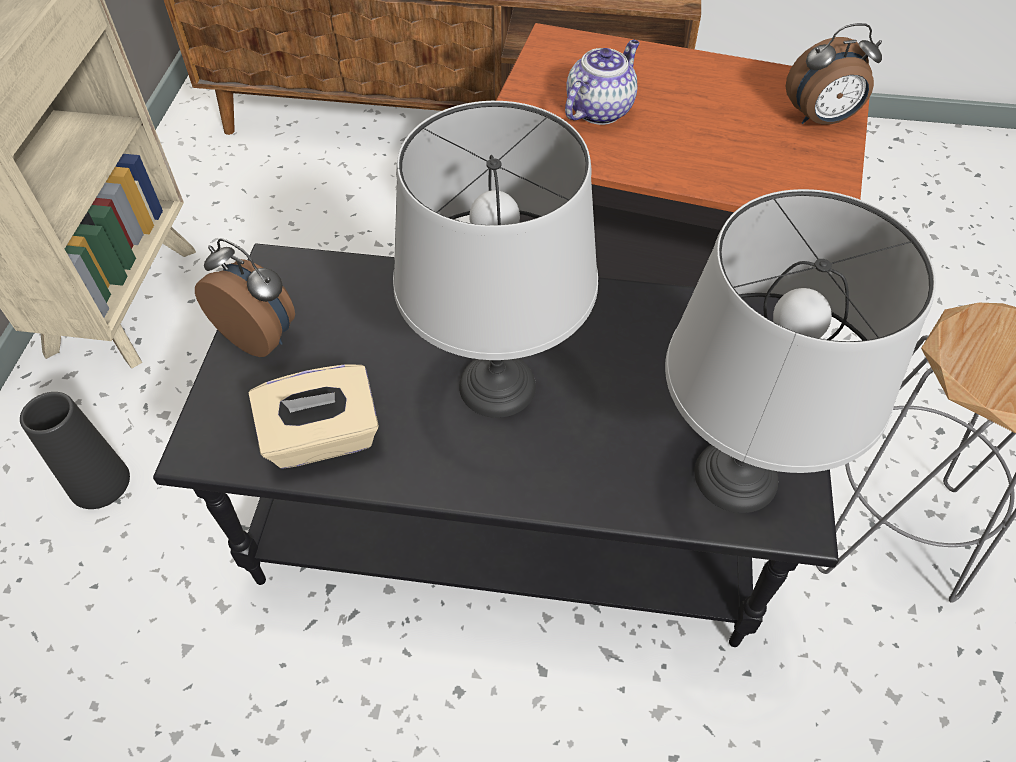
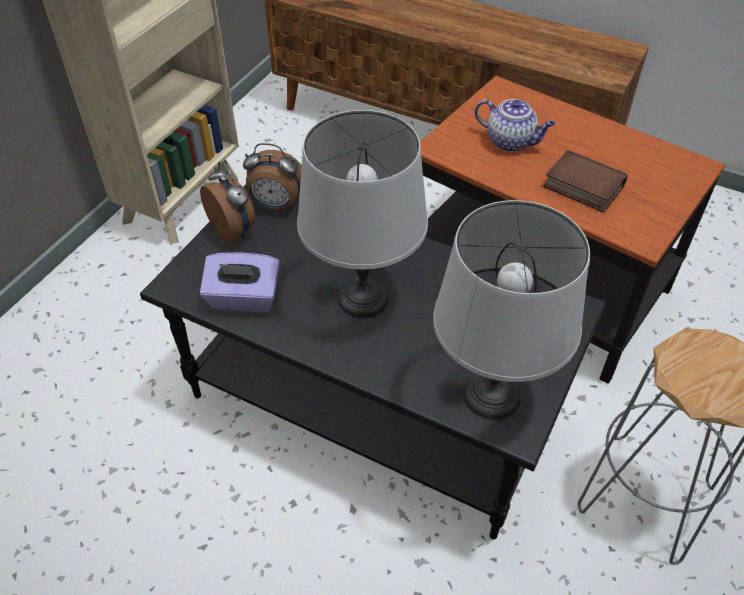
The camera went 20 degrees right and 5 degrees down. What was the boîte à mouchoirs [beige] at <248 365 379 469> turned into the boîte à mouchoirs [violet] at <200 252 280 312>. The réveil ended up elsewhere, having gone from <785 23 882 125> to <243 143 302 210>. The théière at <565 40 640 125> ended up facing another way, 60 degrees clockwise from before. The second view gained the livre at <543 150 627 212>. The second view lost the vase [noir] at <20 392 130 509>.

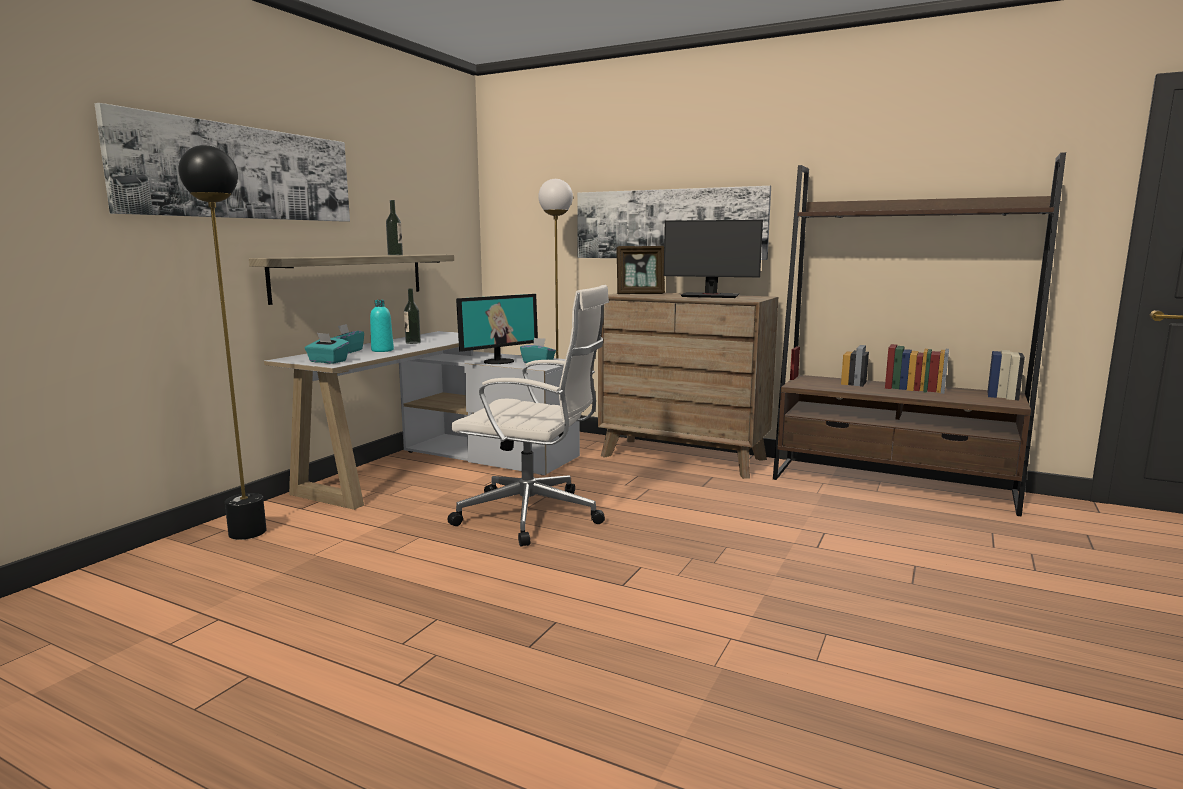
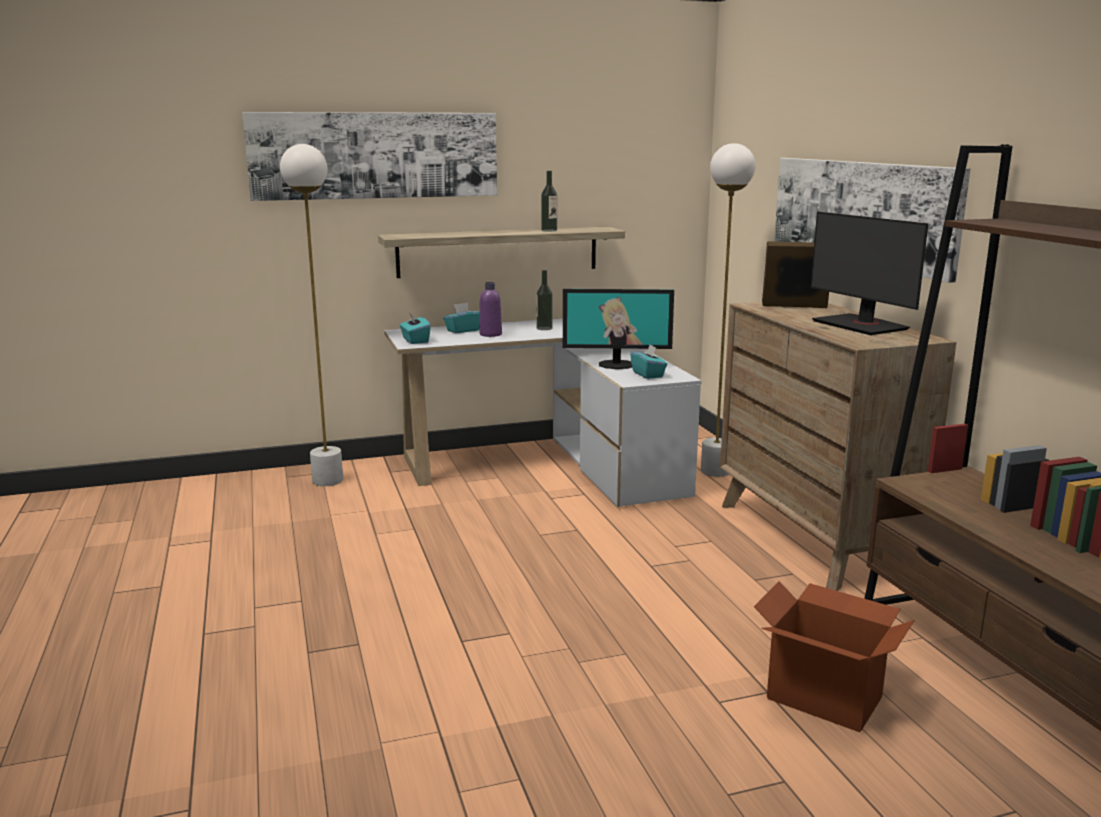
The camera went 45 degrees right and 5 degrees up. What was the lampadaire [noir] at <178 145 267 540> turned into the lampadaire [blanc] at <280 144 343 486>. What was the bouteille [turquoise] at <370 300 394 352> turned into the bouteille [violet] at <479 282 502 337>. The second view gained the carton at <754 581 915 732>. The cadre photo at <616 246 665 294> ended up facing another way, 150 degrees clockwise from before. The second view lost the chaise de bureau [blanc] at <447 285 609 547>.

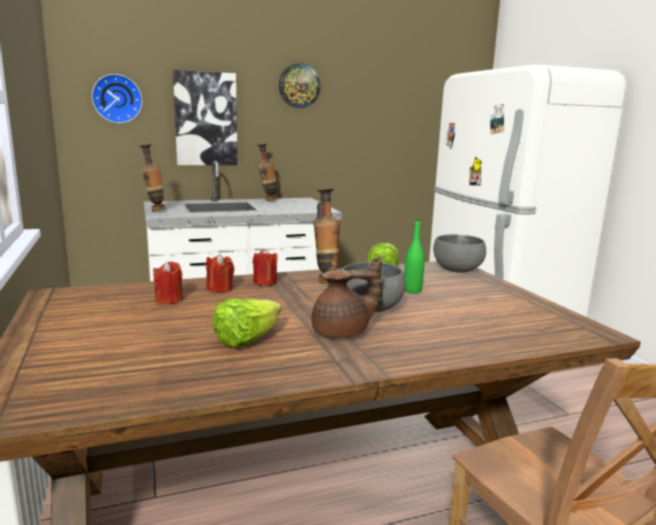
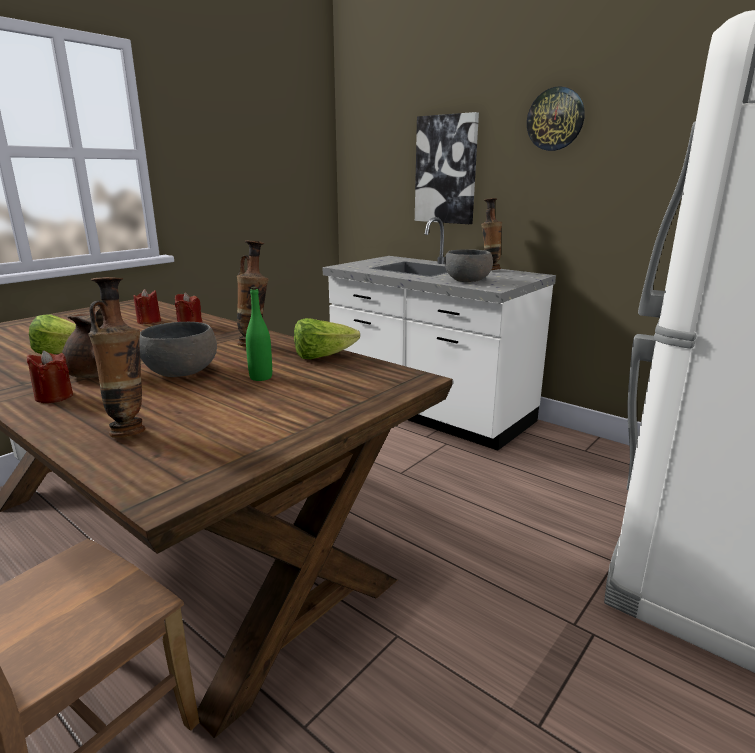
The camera went 60 degrees right and 5 degrees up. The bougie [rouge] ended up elsewhere, having gone from <253 249 277 286> to <27 350 73 403>. The vase ended up elsewhere, having gone from <139 144 166 211> to <89 277 145 438>. The bol [gris] ended up elsewhere, having gone from <433 234 486 273> to <445 249 493 282>. The second view lost the horloge murale at <92 74 142 123>.

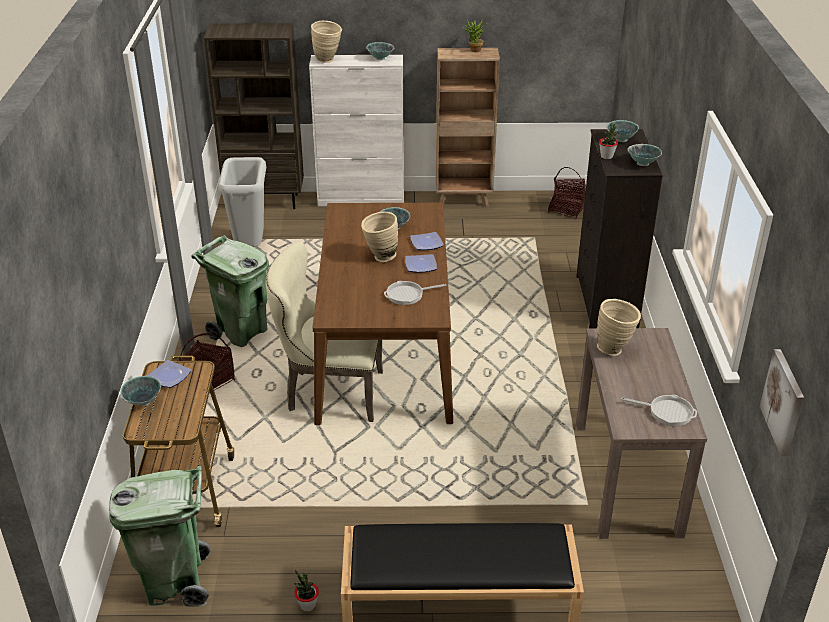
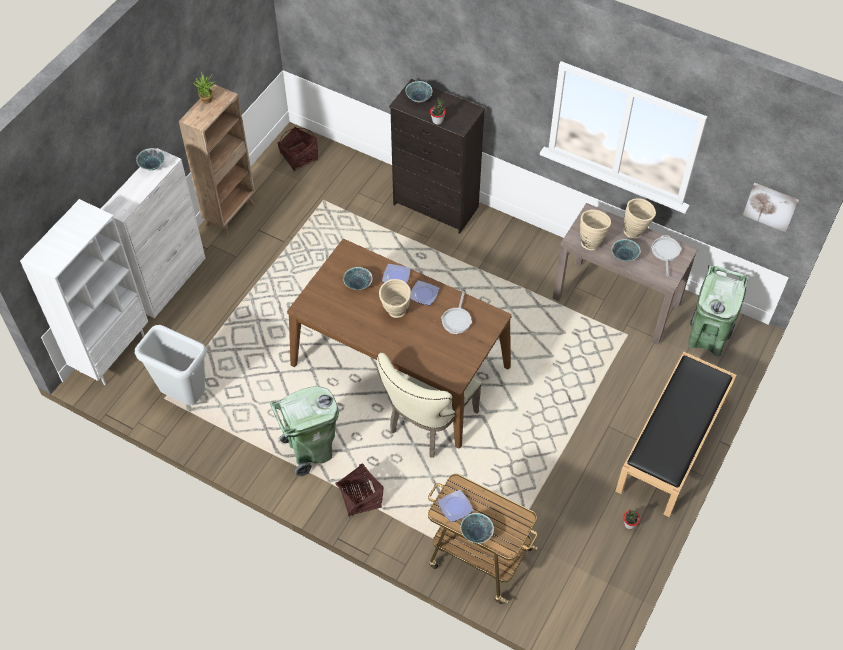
The camera went 60 degrees left and 20 degrees up. What was the bibliothèque [marron] at <204 23 304 209> turned into the bibliothèque [blanc] at <20 199 148 385>. The bol ended up elsewhere, having gone from <628 144 662 166> to <611 239 640 262>. The vase [beige] ended up elsewhere, having gone from <311 21 342 63> to <624 198 656 238>. The poêle at <621 395 697 426> ended up facing another way, 45 degrees counterclockwise from before. The poubelle [vert] ended up elsewhere, having gone from <109 466 211 607> to <688 265 749 356>.

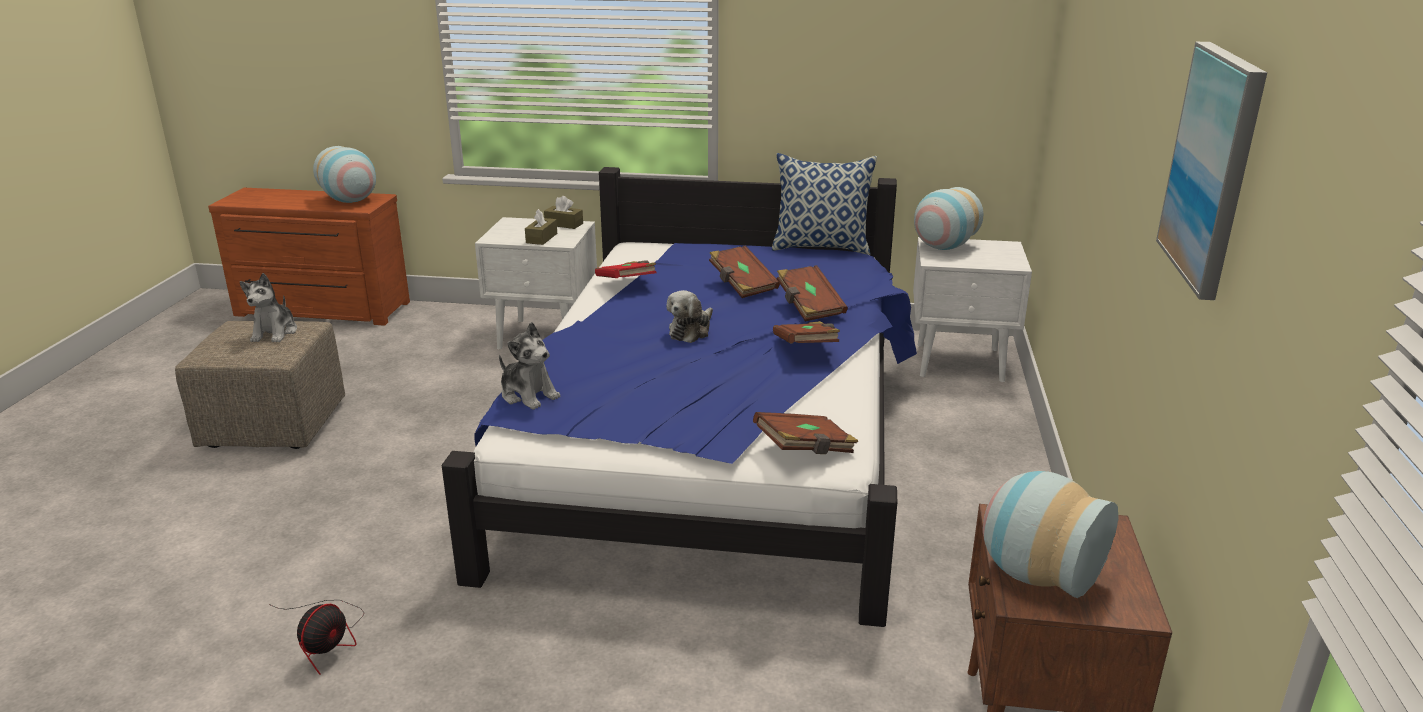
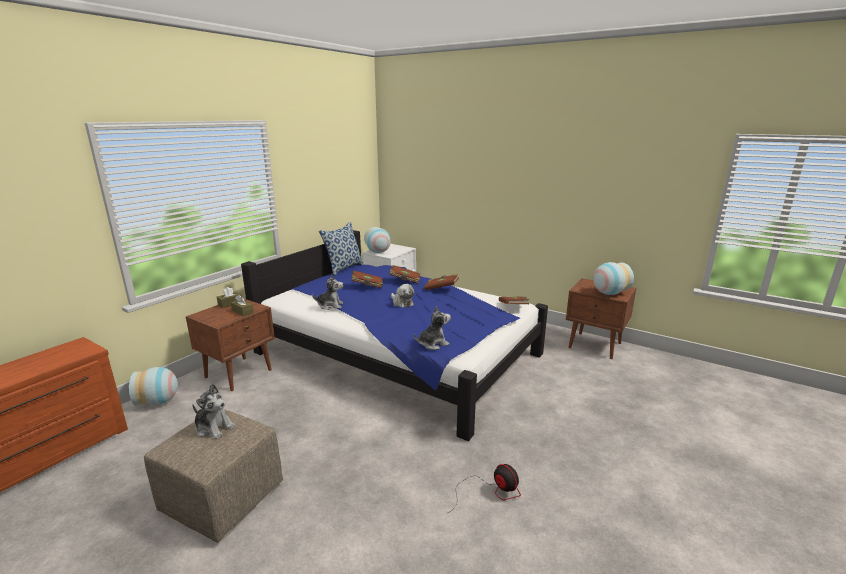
The camera went 65 degrees left and 5 degrees down. The vase ended up elsewhere, having gone from <313 146 376 203> to <129 367 178 405>. What was the table de chevet [blanc] at <475 217 597 349> turned into the table de chevet [marron] at <186 299 275 391>. Where the livre [rouge] stood at <595 260 657 278>, the peluche came to stand at <312 274 344 310>. The second view lost the tableau at <1156 42 1267 300>.

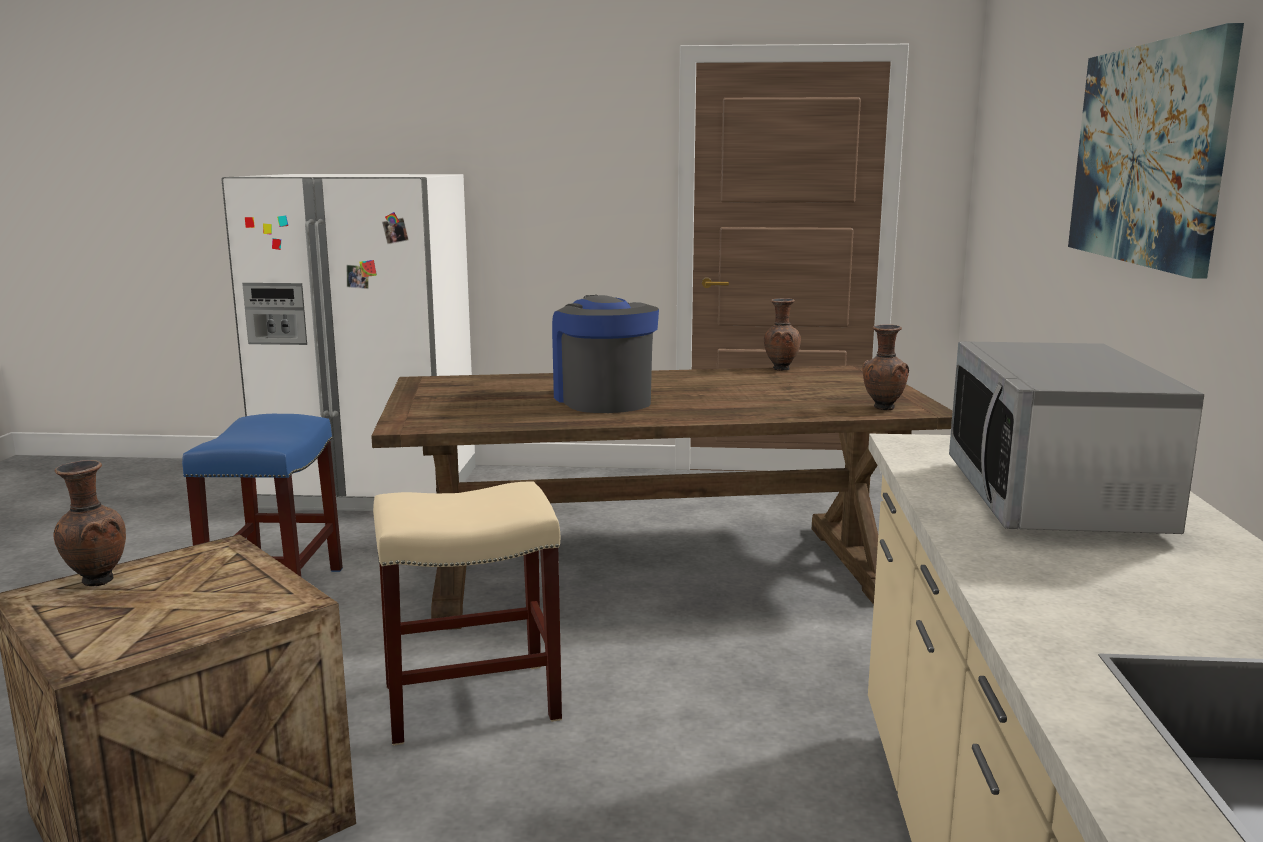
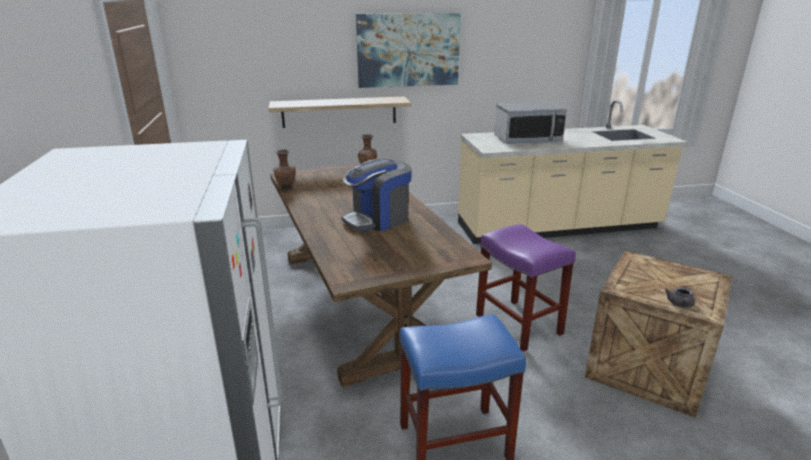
The camera went 105 degrees left and 10 degrees up. The second view gained the étagère at <268 96 411 128>. What was the tabouret [beige] at <373 481 562 745> turned into the tabouret [violet] at <476 224 576 352>. Where the vase [marron] stood at <54 460 126 586>, the théière [gris] came to stand at <665 287 695 308>.

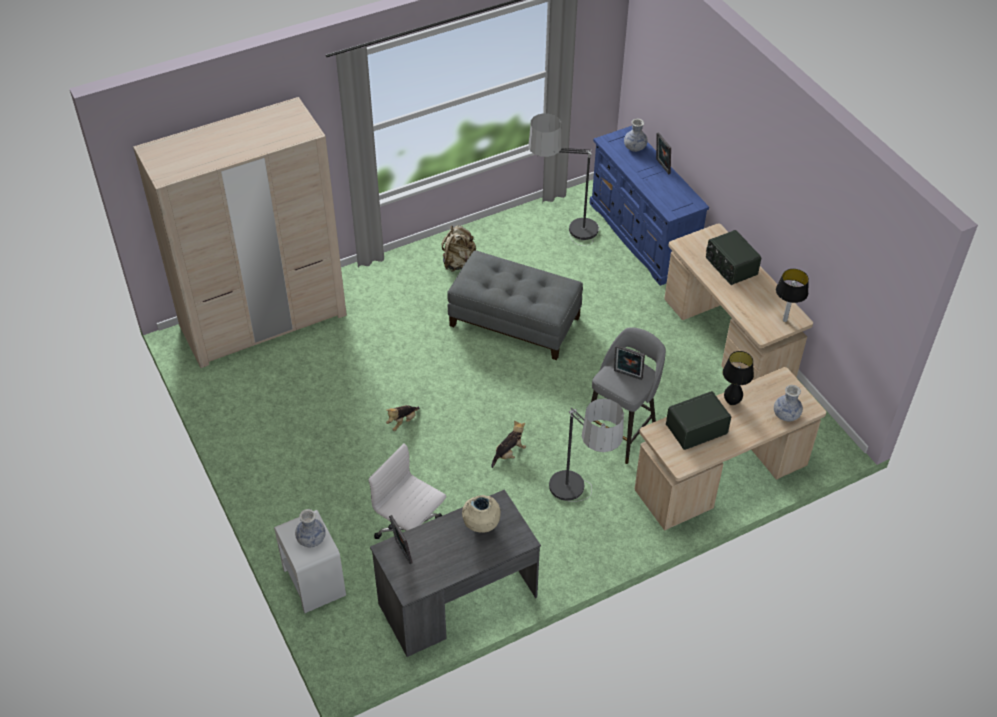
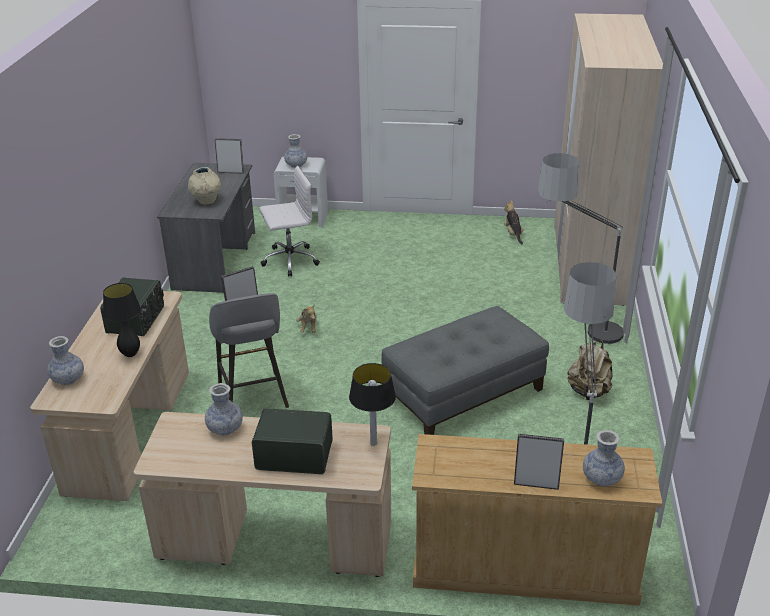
The camera went 125 degrees right and 15 degrees down. The second view gained the vase at <205 383 243 436>. The lampe de table ended up elsewhere, having gone from <776 269 809 322> to <349 363 396 446>. What was the commode [bleu] at <589 126 709 286> turned into the commode [beige] at <412 434 663 606>. The peluche ended up elsewhere, having gone from <386 405 419 431> to <504 200 525 244>. The lampadaire ended up elsewhere, having gone from <549 398 624 502> to <538 153 625 347>.

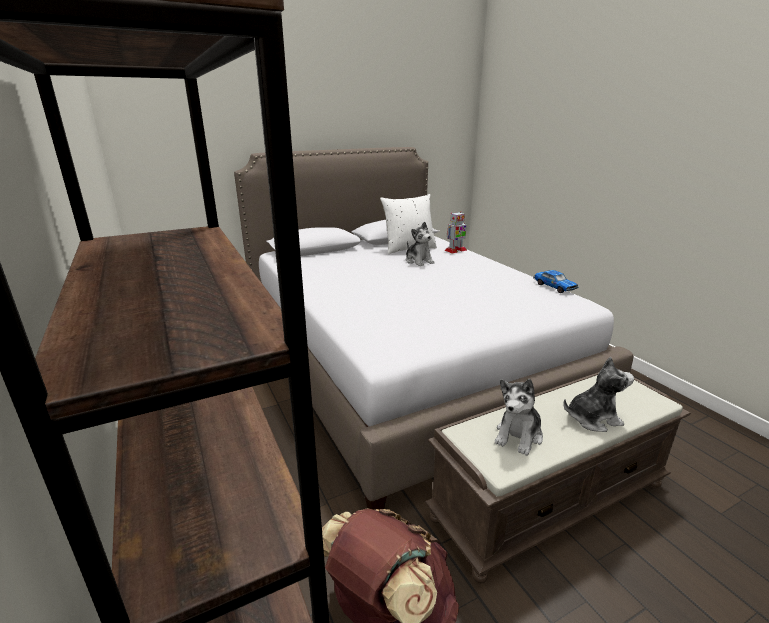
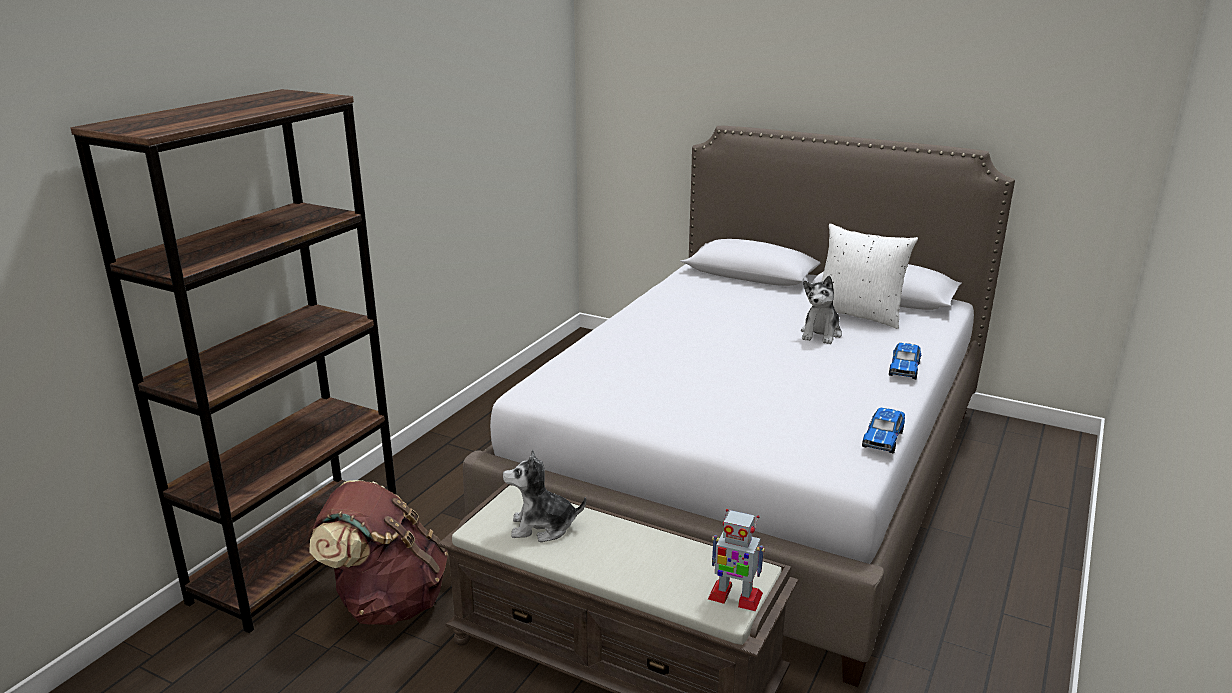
The camera went 55 degrees right and 0 degrees up. The robot jouet ended up elsewhere, having gone from <444 211 467 253> to <708 509 765 611>. The second view gained the petite voiture at <889 343 921 379>. The second view lost the peluche at <564 357 634 432>.

